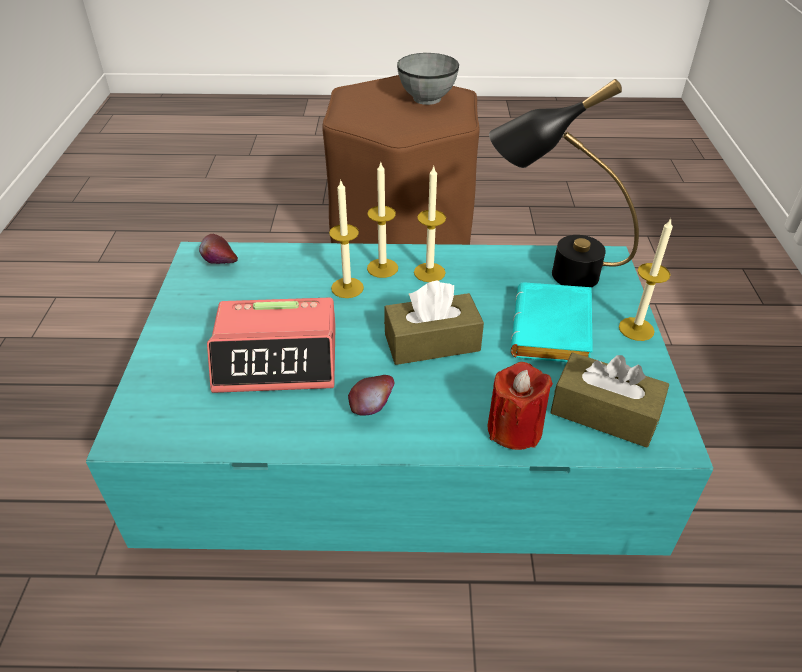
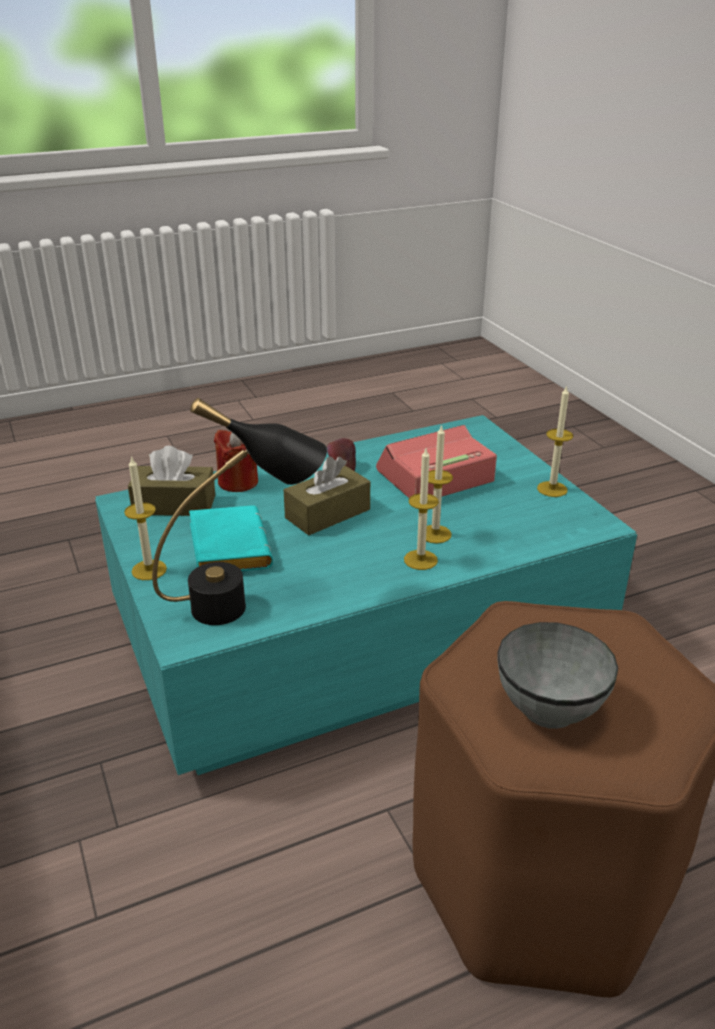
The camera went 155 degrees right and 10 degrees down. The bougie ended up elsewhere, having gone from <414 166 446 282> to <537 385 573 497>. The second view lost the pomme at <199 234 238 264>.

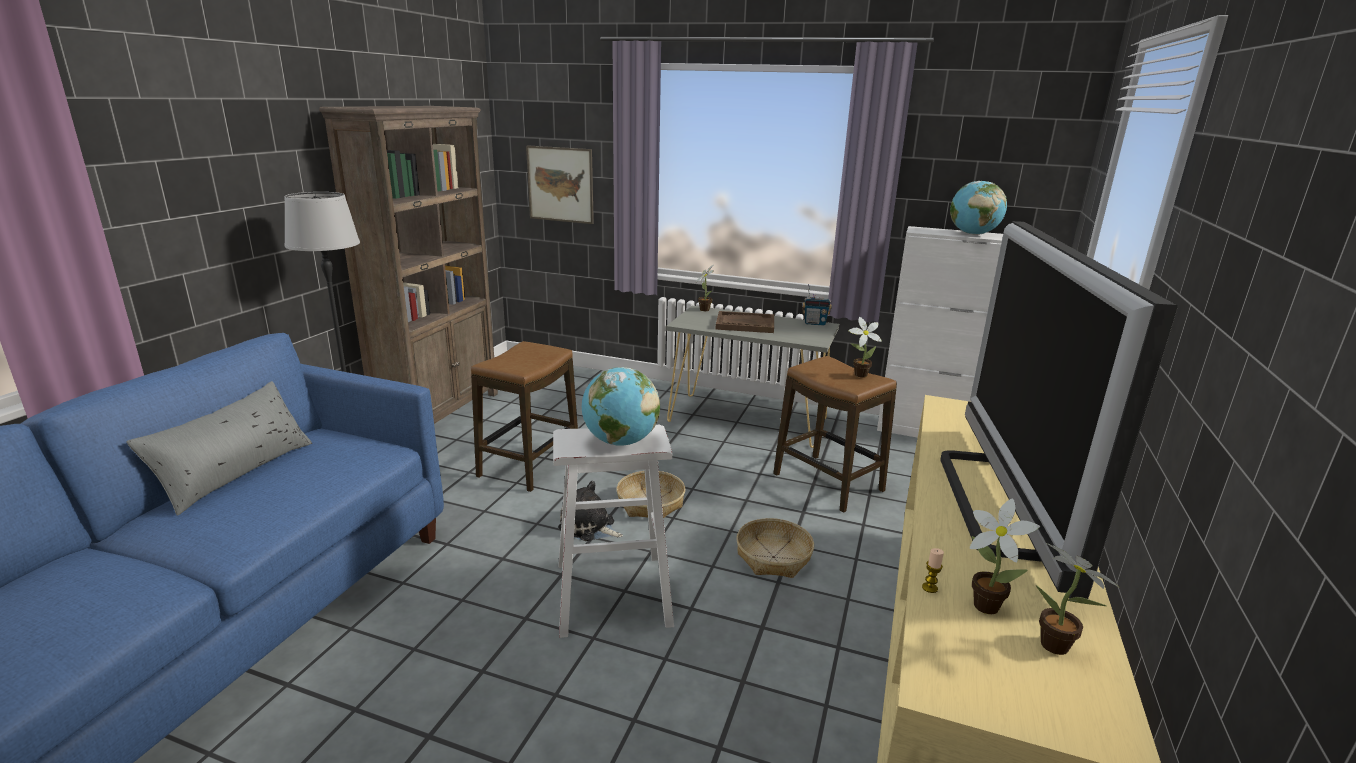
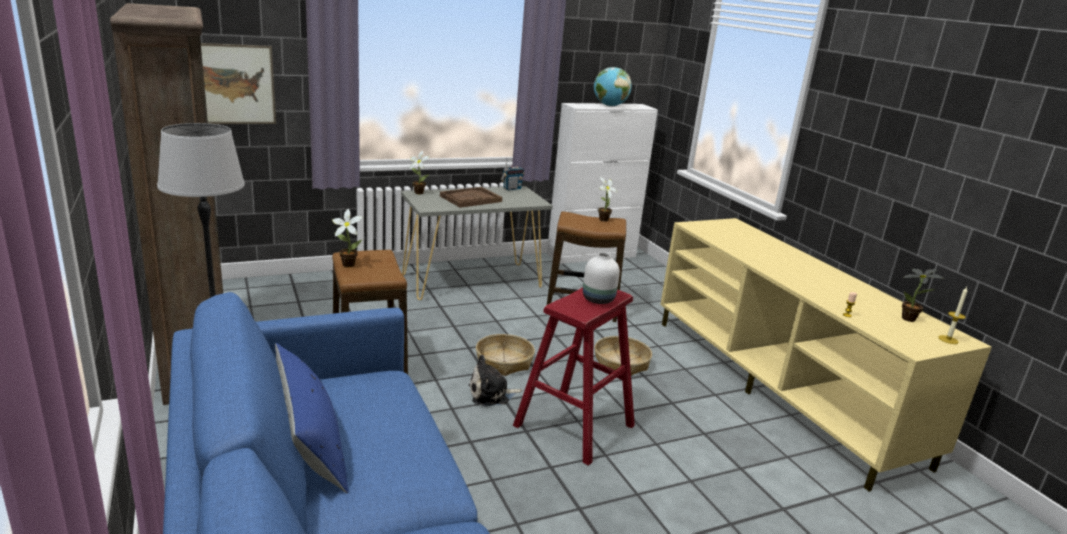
The camera went 45 degrees left and 0 degrees up. What was the coussin [gris] at <126 381 312 516> turned into the coussin [bleu] at <275 343 348 493>. The plante en pot ended up elsewhere, having gone from <970 498 1040 614> to <332 209 362 267>. What was the tabouret [blanc] at <553 425 674 638> turned into the tabouret [rouge] at <513 287 635 466>. Where the globe stood at <582 367 660 446>, the vase [blanc] came to stand at <583 252 620 304>. The second view gained the bougie at <938 287 968 344>. The second view lost the téléviseur at <940 221 1178 599>.

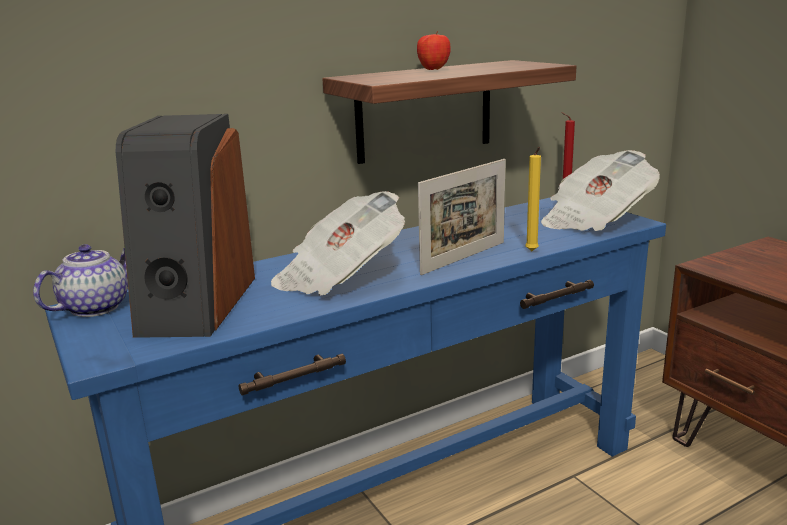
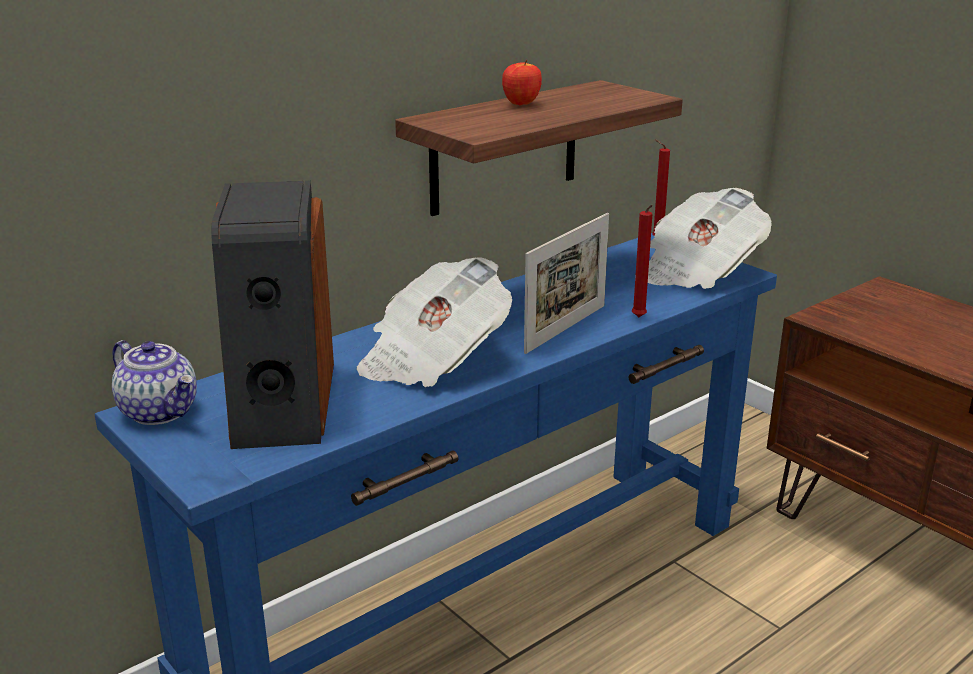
The camera went 10 degrees left and 5 degrees up. The théière at <33 244 128 317> ended up facing another way, 105 degrees clockwise from before. What was the bougie [jaune] at <525 147 541 251> turned into the bougie [rouge] at <632 205 653 317>.

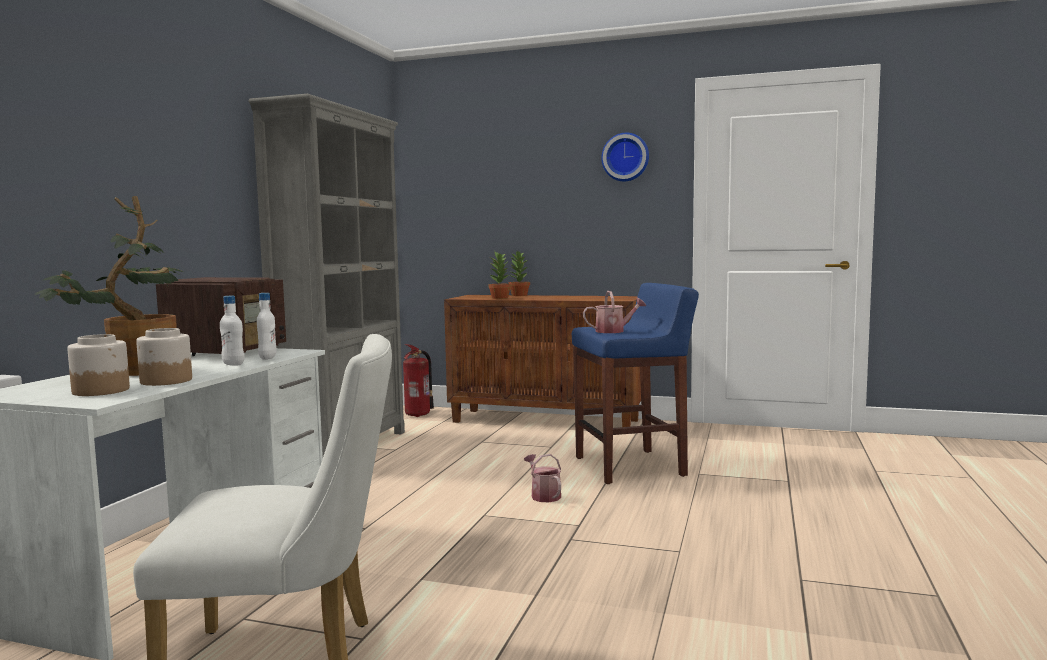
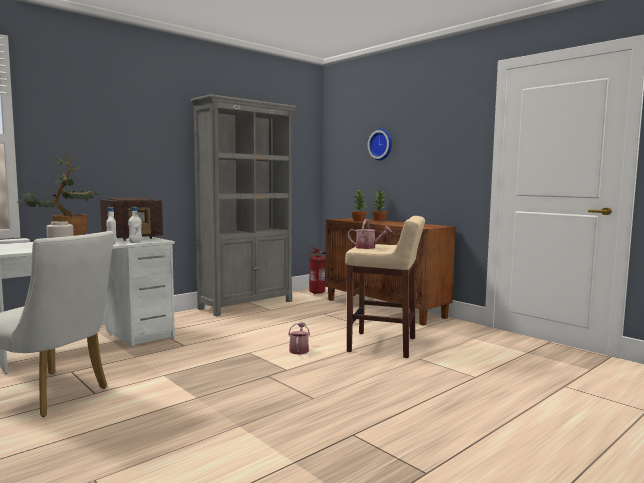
The camera went 30 degrees right and 0 degrees up. What was the tabouret [bleu] at <572 283 699 484> turned into the tabouret [beige] at <345 216 425 358>. The horloge murale ended up elsewhere, having gone from <601 133 649 181> to <368 129 392 160>. The second view lost the bocal at <68 334 130 396>.

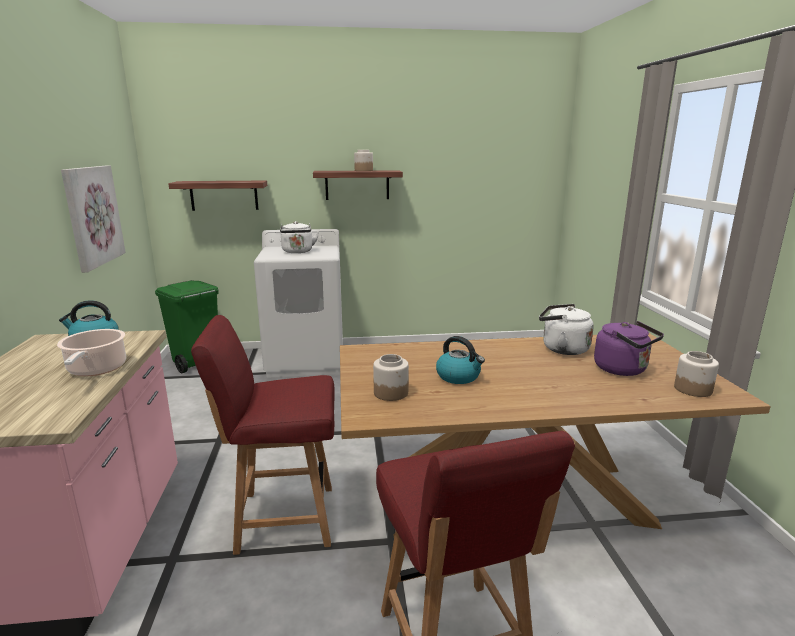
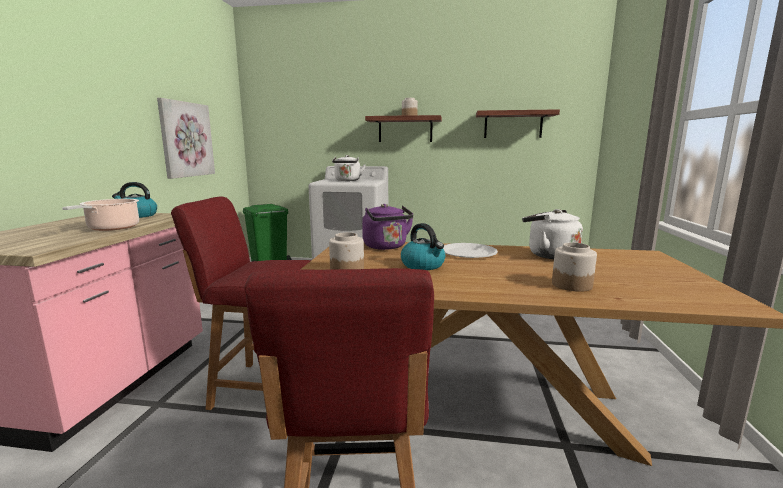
The camera went 15 degrees right and 5 degrees down. The bouilloire [violet] ended up elsewhere, having gone from <594 321 664 376> to <362 204 413 250>. The second view gained the assiette [blanc] at <443 243 498 258>. The étagère ended up elsewhere, having gone from <168 181 267 211> to <476 109 560 138>. The bocal ended up elsewhere, having gone from <674 351 719 397> to <552 242 597 292>.

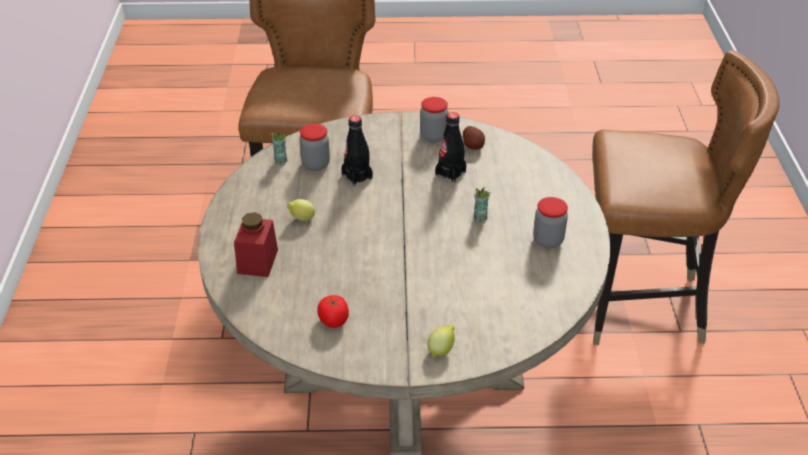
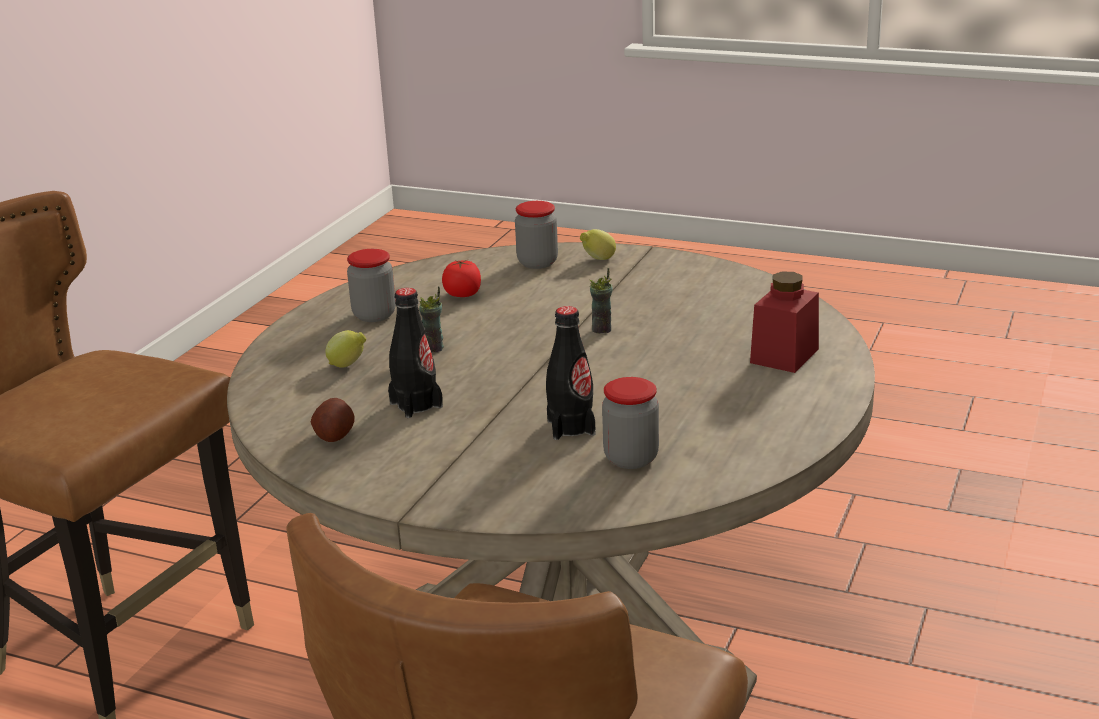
The camera went 155 degrees left and 15 degrees down. The citron ended up elsewhere, having gone from <287 199 315 221> to <325 330 366 368>. The tomate ended up elsewhere, having gone from <317 295 349 328> to <442 259 481 297>. The bocal ended up elsewhere, having gone from <420 97 448 143> to <515 201 558 269>. The tasse ended up elsewhere, having gone from <272 131 287 165> to <590 268 613 334>.

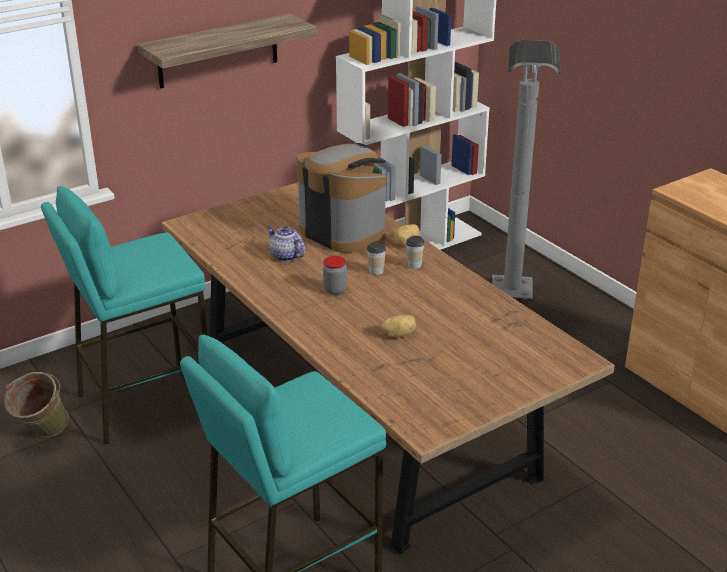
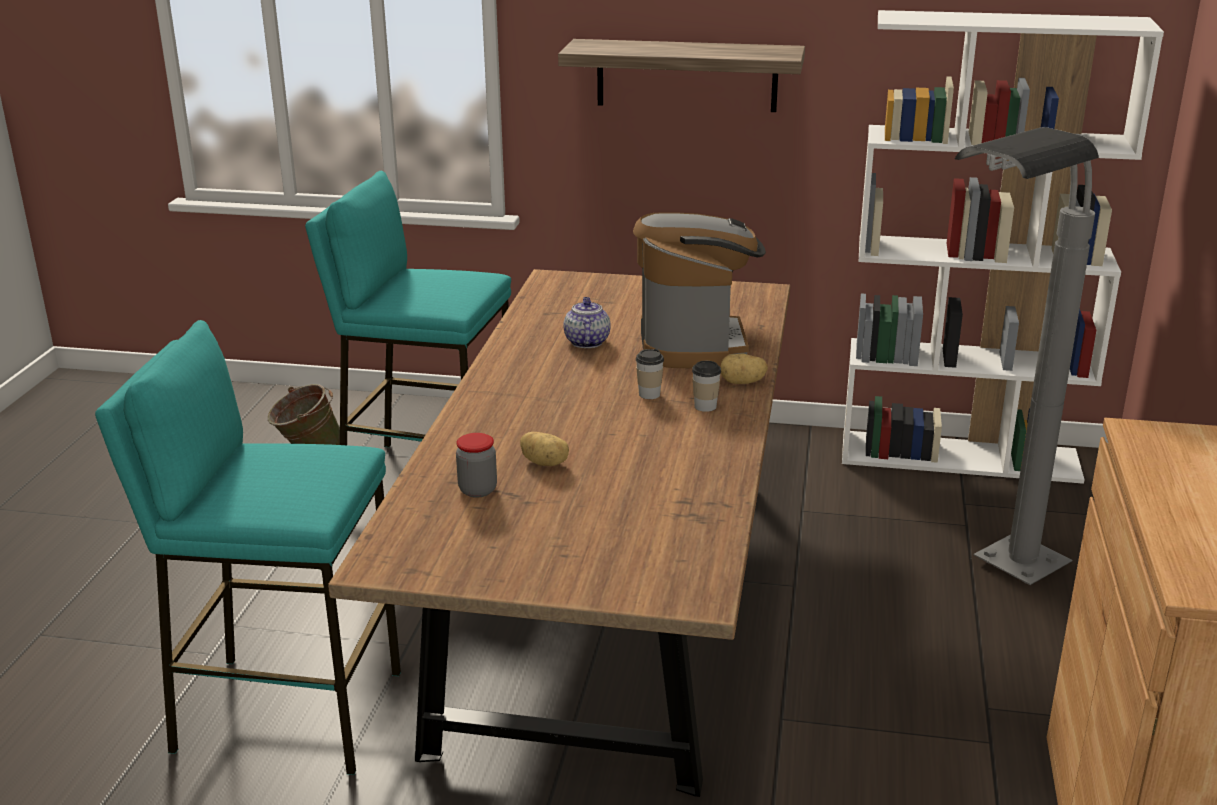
The camera went 45 degrees right and 5 degrees down. The bocal ended up elsewhere, having gone from <323 256 347 295> to <456 433 497 498>.

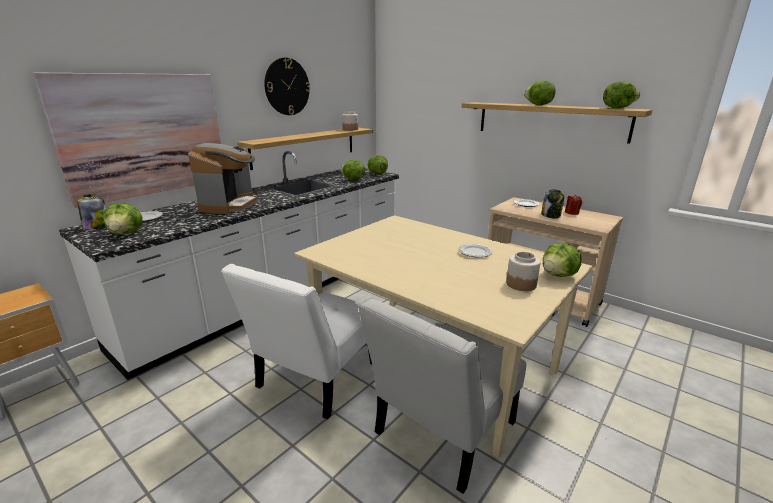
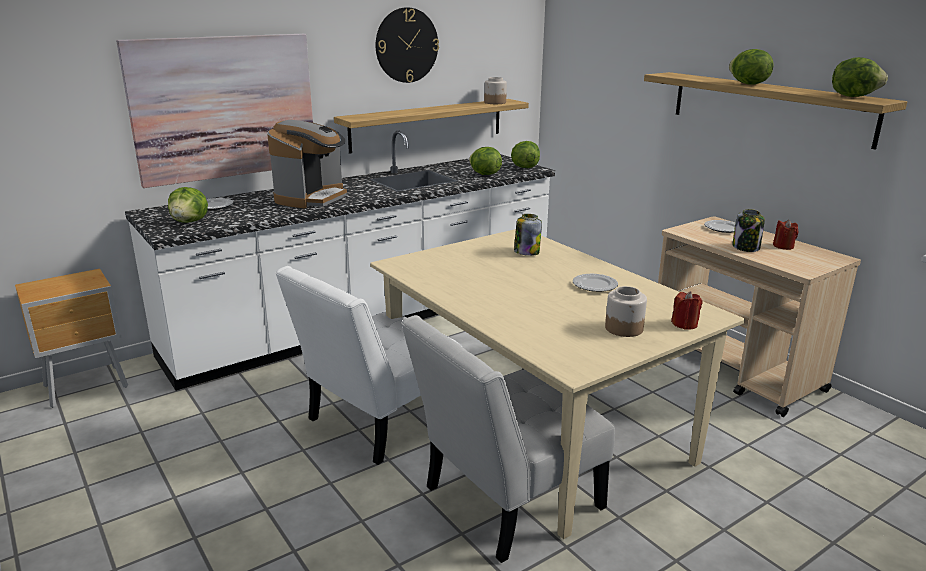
The camera went 15 degrees right and 0 degrees up. The bocal ended up elsewhere, having gone from <77 194 106 230> to <514 214 542 256>. Where the laitue stood at <543 242 581 277>, the bougie [rouge] came to stand at <671 291 703 330>.

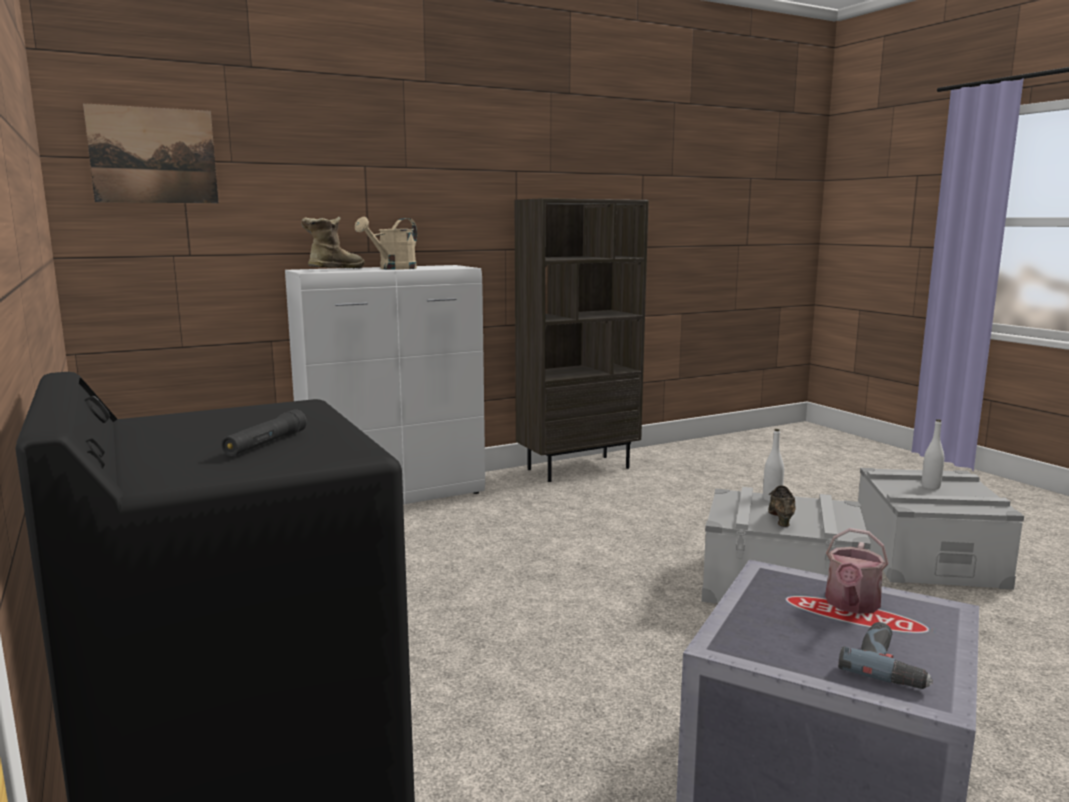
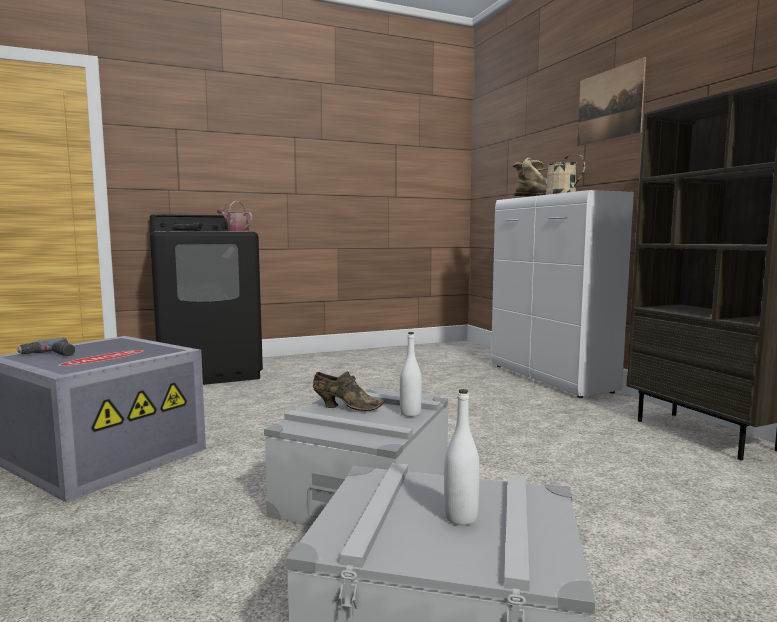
The camera went 95 degrees right and 5 degrees down. The arrosoir ended up elsewhere, having gone from <825 528 888 614> to <217 201 252 231>. The tableau ended up elsewhere, having gone from <83 103 219 203> to <577 57 646 146>.

